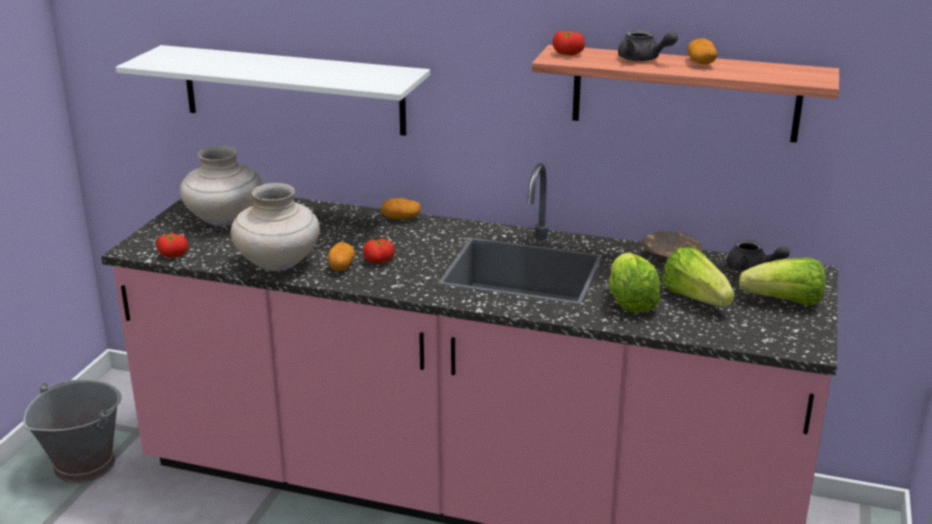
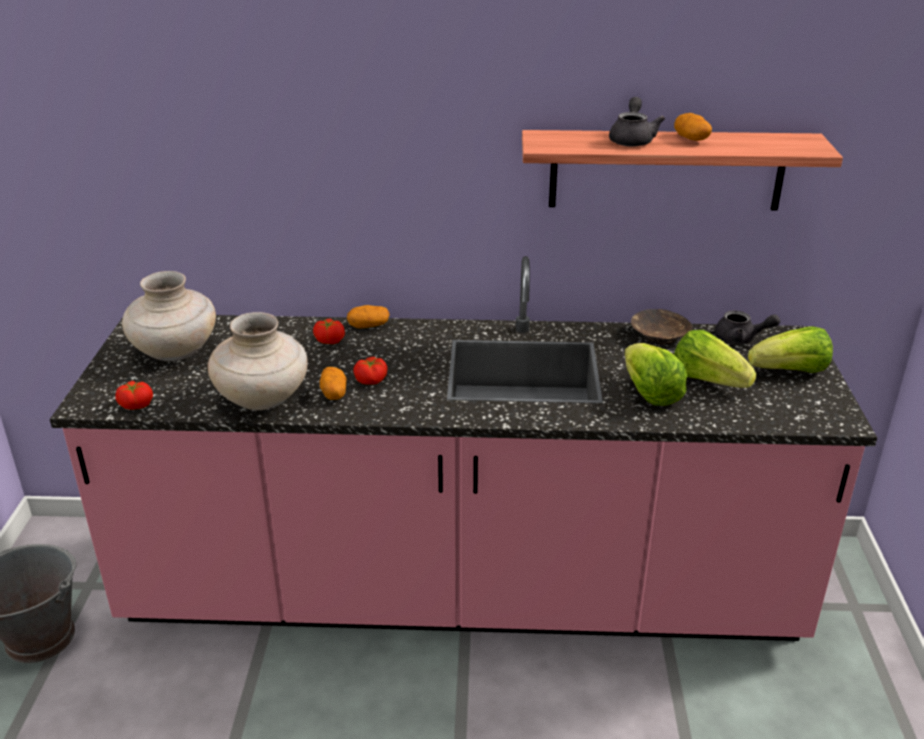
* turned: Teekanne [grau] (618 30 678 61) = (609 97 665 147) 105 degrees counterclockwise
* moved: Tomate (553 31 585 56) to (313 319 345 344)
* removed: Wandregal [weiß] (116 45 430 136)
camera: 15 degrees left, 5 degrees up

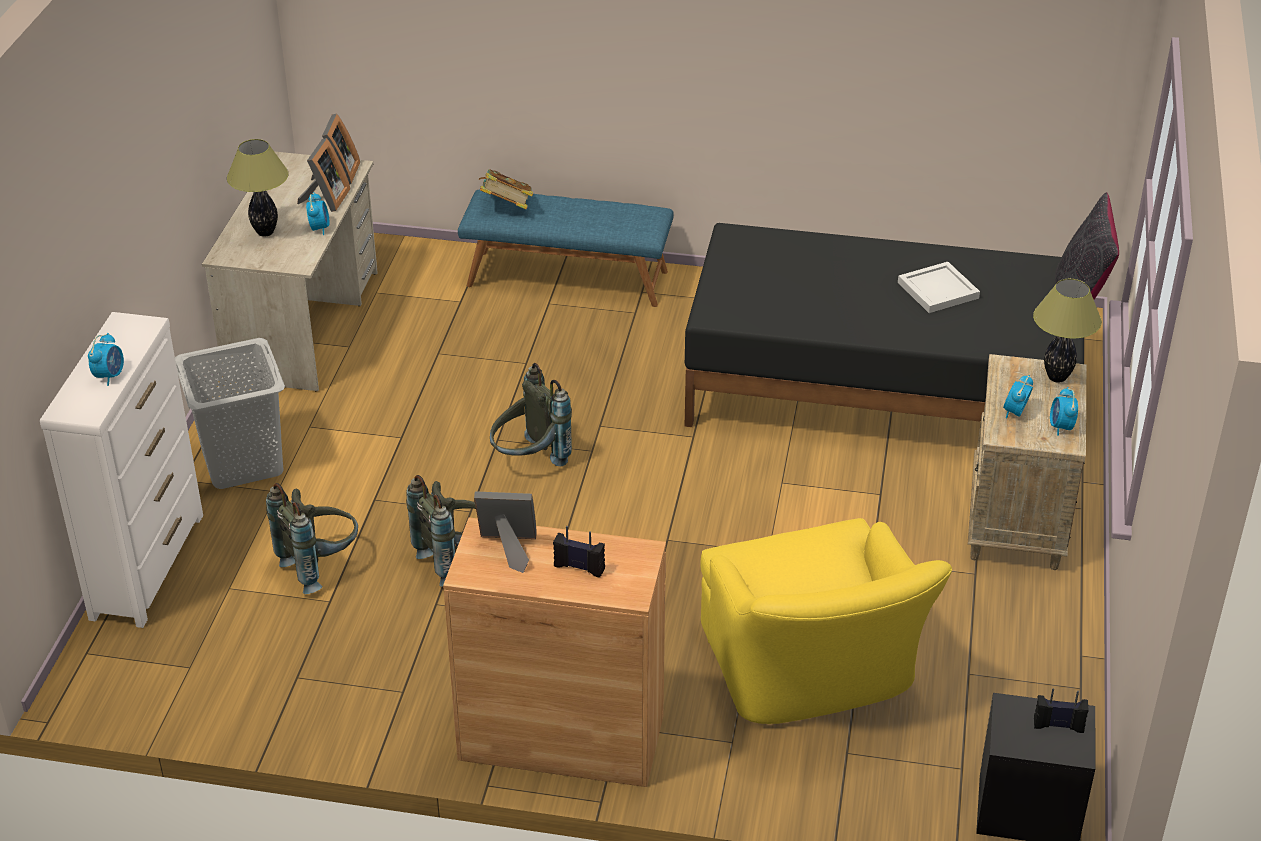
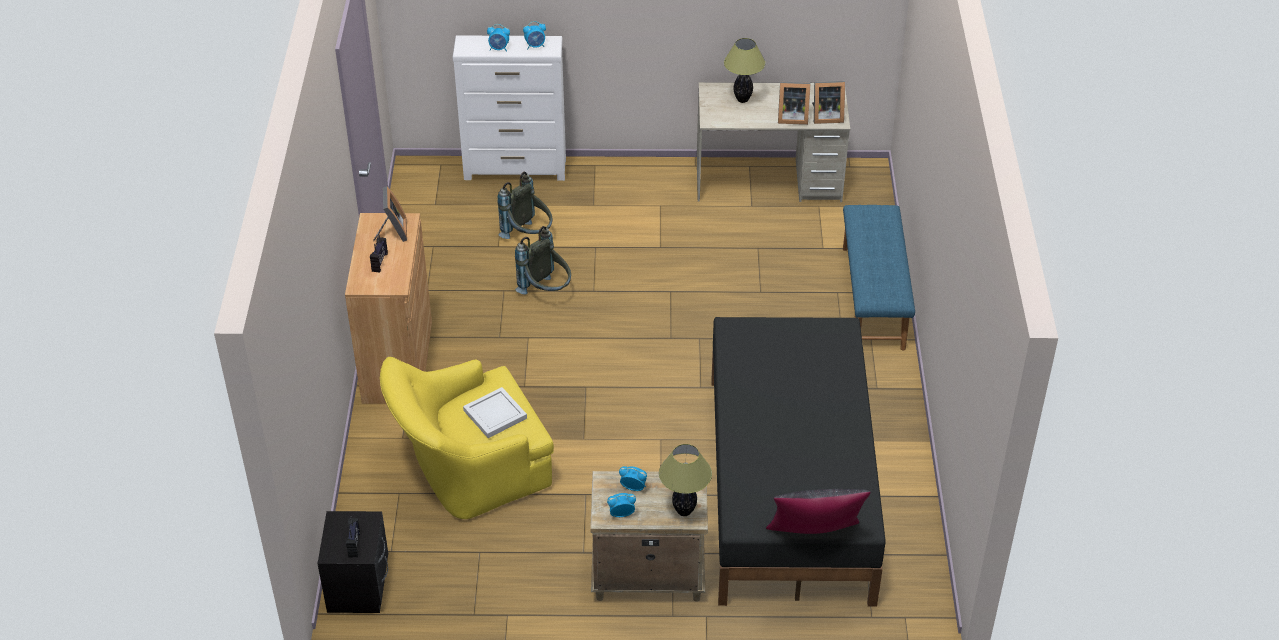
* removed: Buch (479 169 533 210)
* moved: Wecker (306 192 329 235) to (523 21 546 49)
* moved: Tablett [weiß] (898 262 980 313) to (463 387 527 438)
* removed: Wäschekorb [grau] (175 338 285 489)
* removed: Rucksack [grau] (490 363 572 466)
camera: 80 degrees right, 5 degrees up

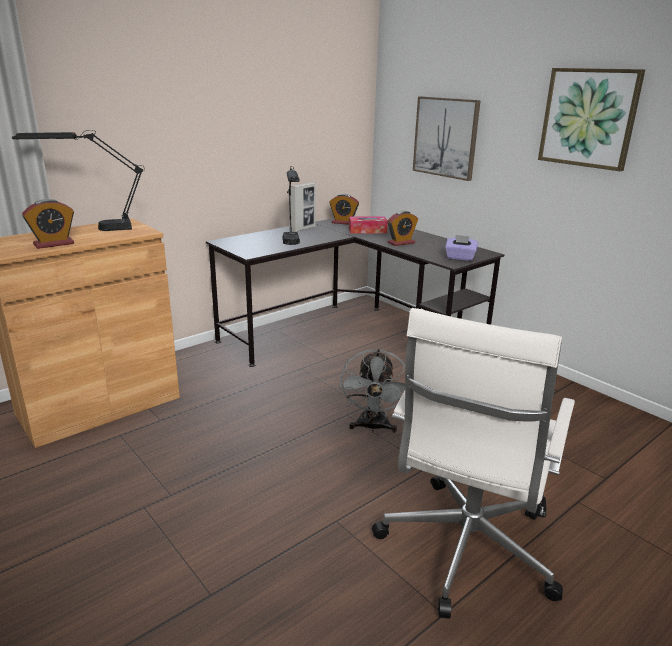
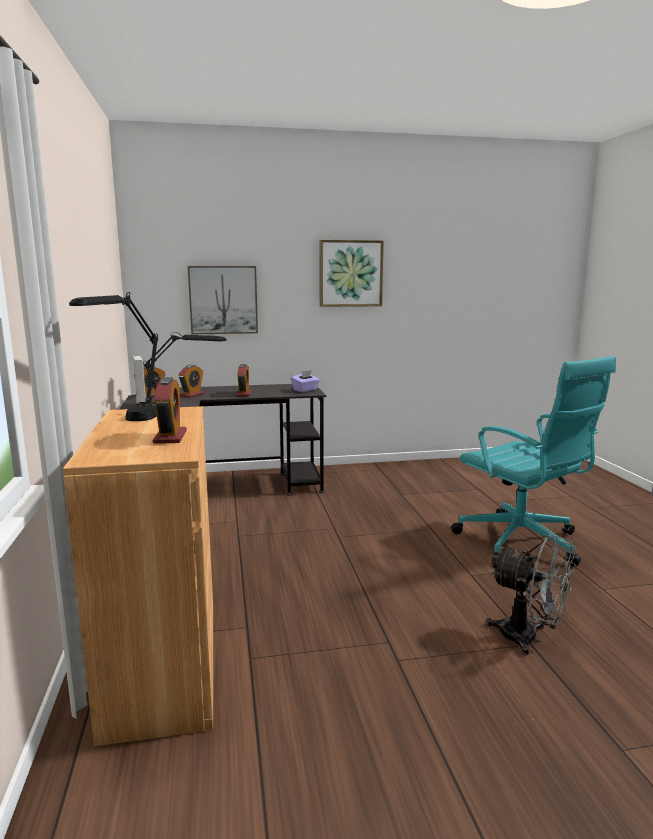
* replaced: Taschentuchbox (349 216 388 234) to Wecker (178 365 204 398)
* recoloured: Bürostuhl [weiß] (372 308 575 619) to Bürostuhl [türkis] (451 356 616 567)
* moved: Ventilator [grau] (339 349 406 433) to (486 534 576 656)
camera: 60 degrees left, 10 degrees down

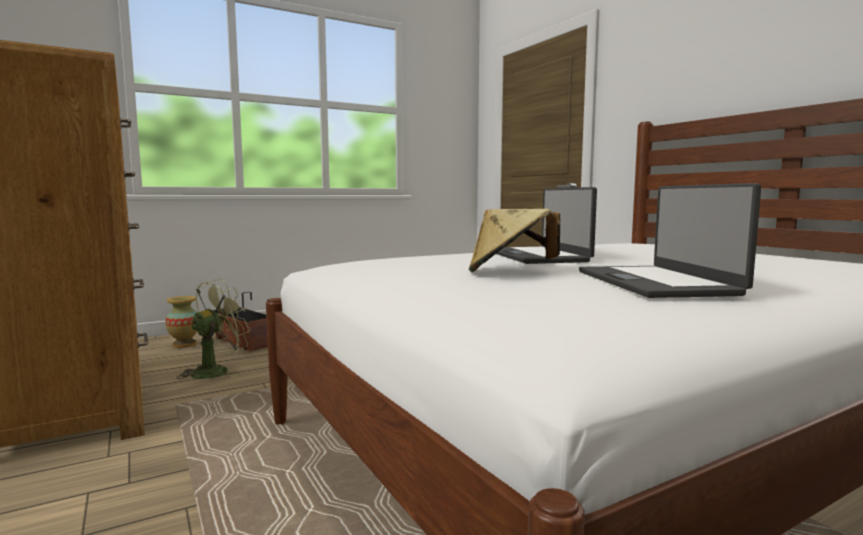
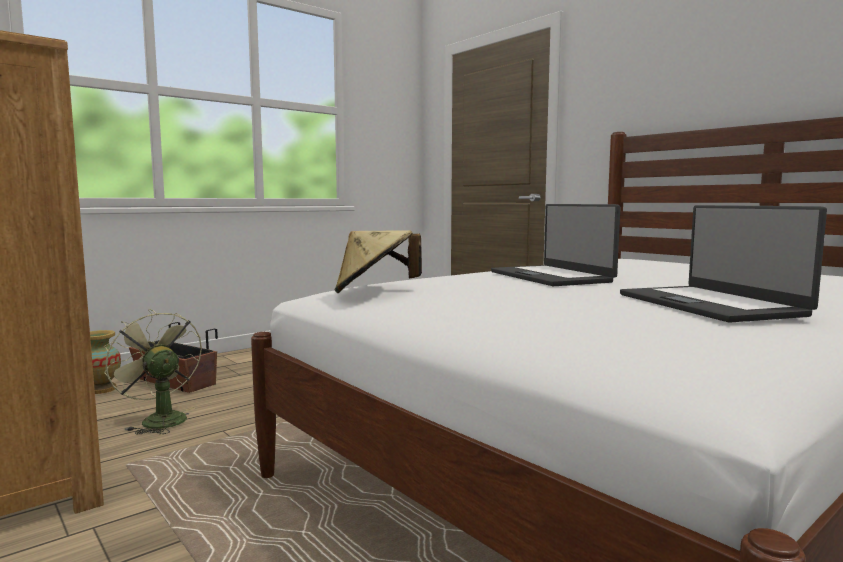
* moved: Hut [beige] (469 209 560 272) to (335 230 422 293)
* turned: Ventilator [grün] (177 278 251 379) = (103 309 202 434) 75 degrees counterclockwise
camera: 10 degrees left, 0 degrees up

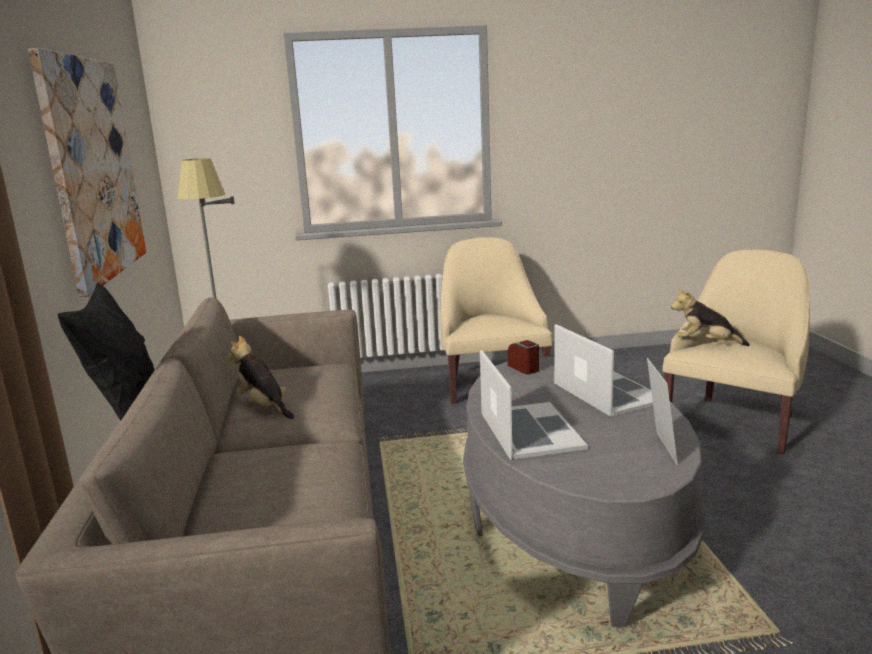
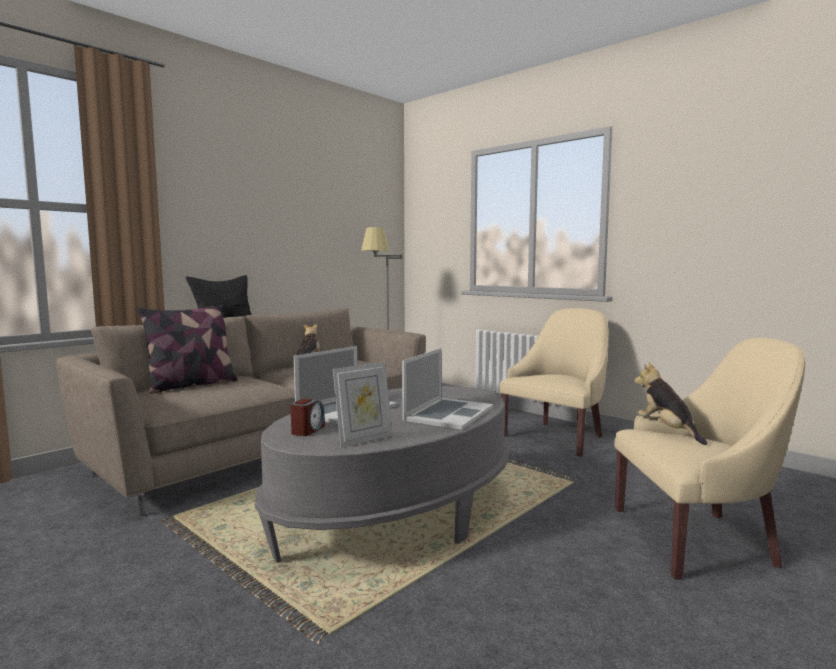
* removed: Bild (28 48 146 297)
* moved: Wecker (508 340 539 374) to (290 399 325 436)
* added: Kissen (137 305 238 394)
camera: 50 degrees right, 10 degrees down

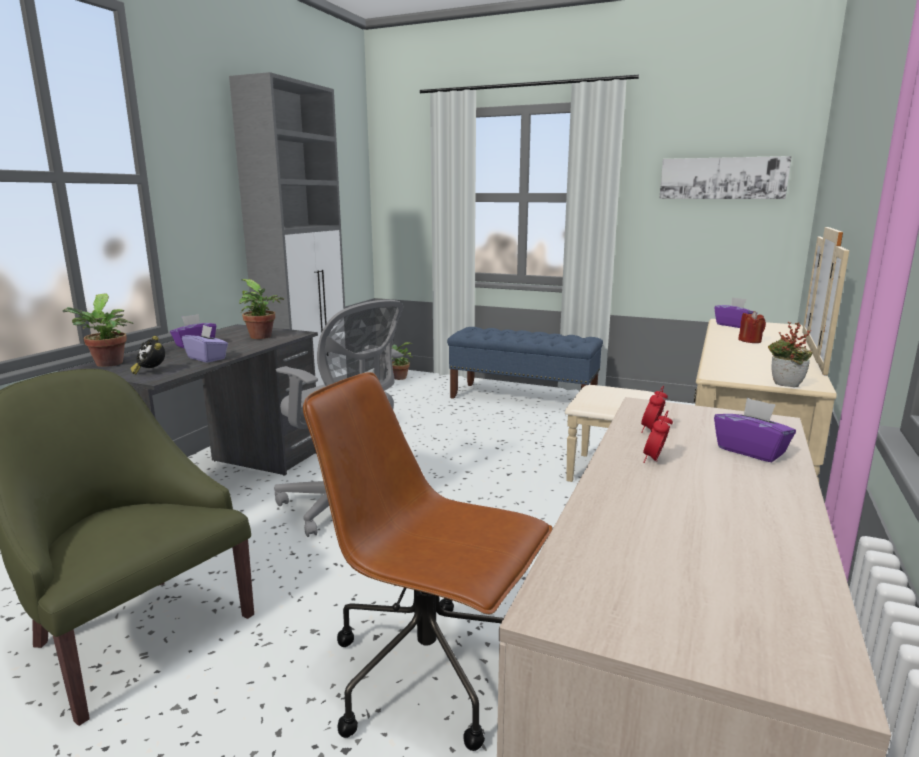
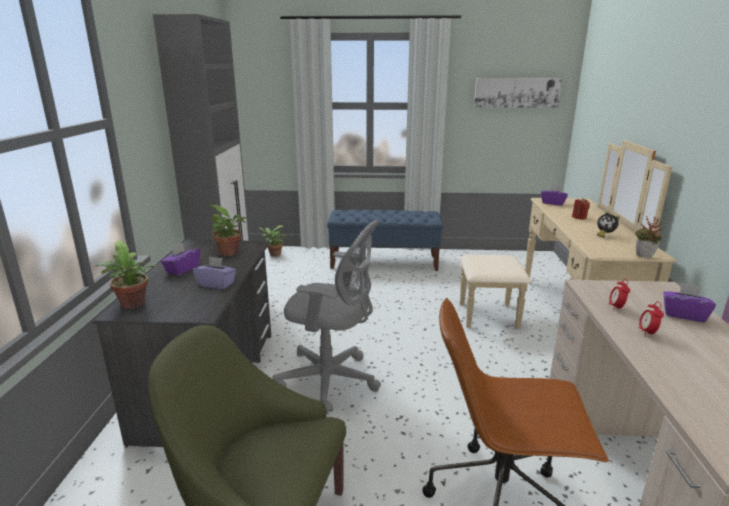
* moved: Wecker (131 336 165 374) to (597 212 620 238)
camera: 20 degrees left, 5 degrees up

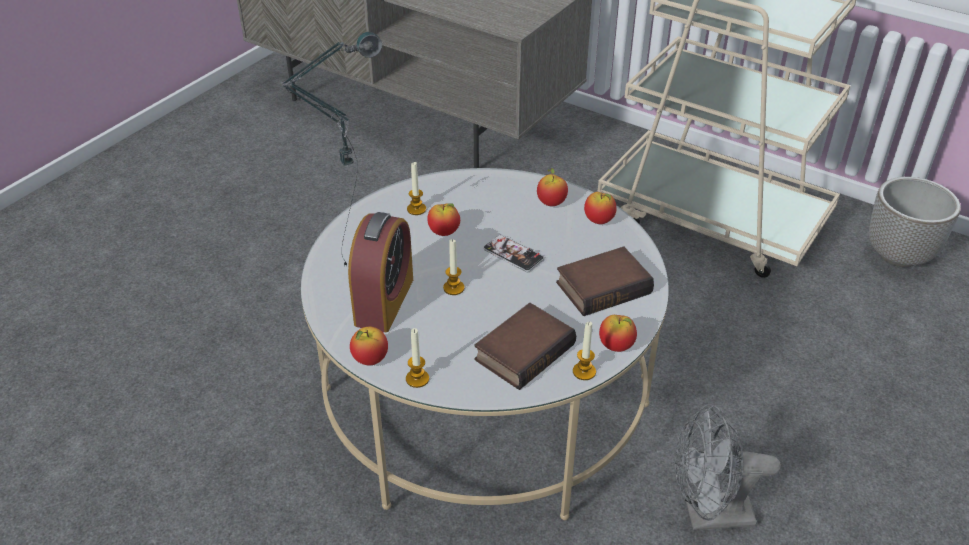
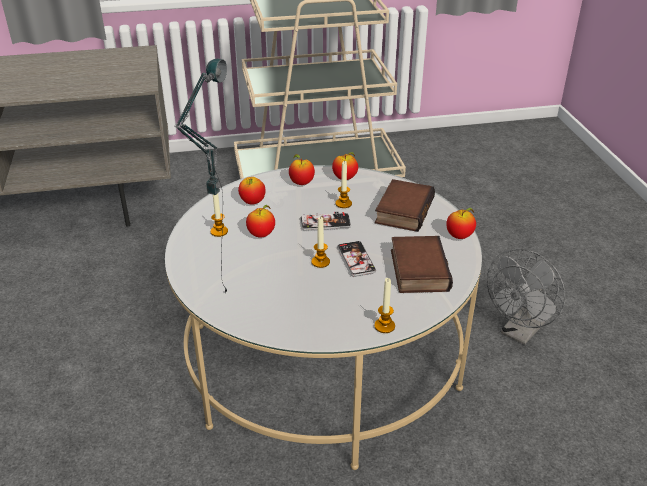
* removed: Pflanzkübel (869 177 961 267)
* removed: Wecker (348 212 413 332)
* moved: Kerze (573 322 596 380) to (335 161 352 208)
* moved: Apfel (350 327 388 365) to (238 177 266 205)
* added: Handy (337 241 376 276)
camera: 45 degrees left, 5 degrees down

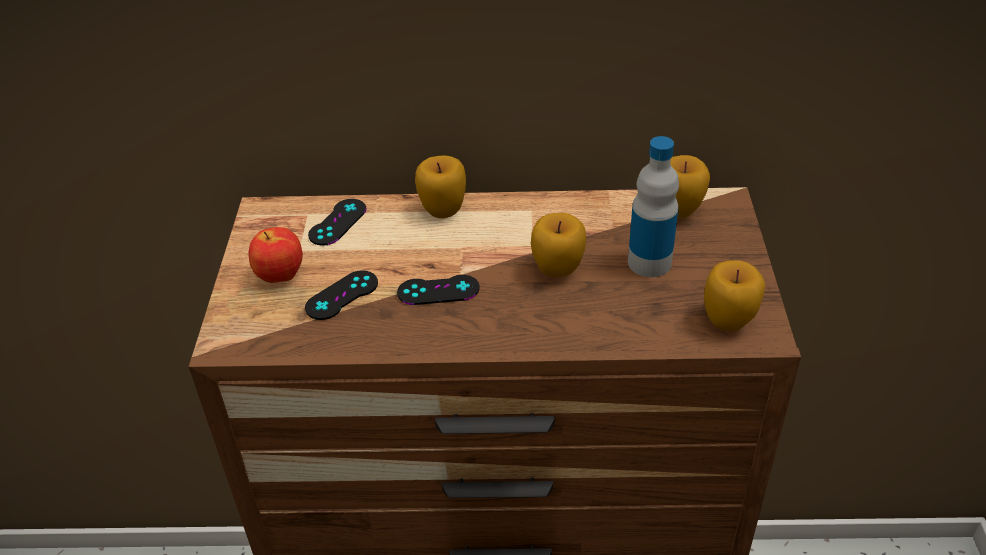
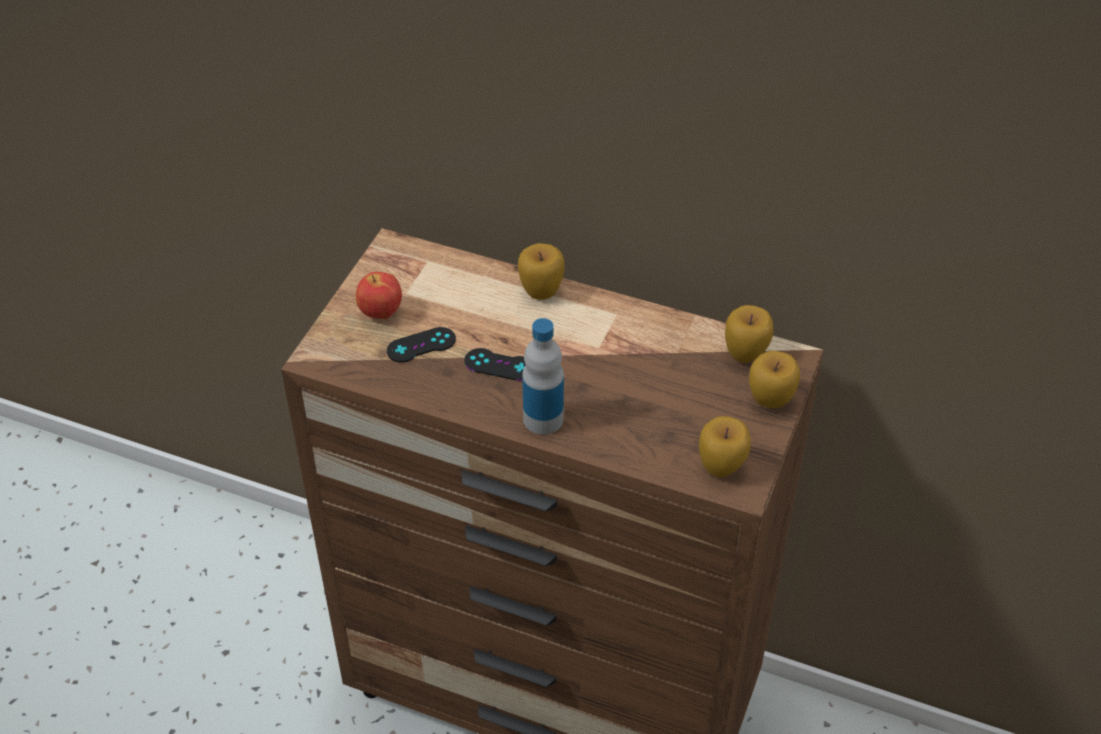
* moved: Flasche (628 136 679 277) to (522 318 564 435)
* removed: Gamepad [schwarz] (308 199 367 246)
* moved: Apfel (531 213 586 277) to (749 351 800 408)
camera: 20 degrees right, 5 degrees up

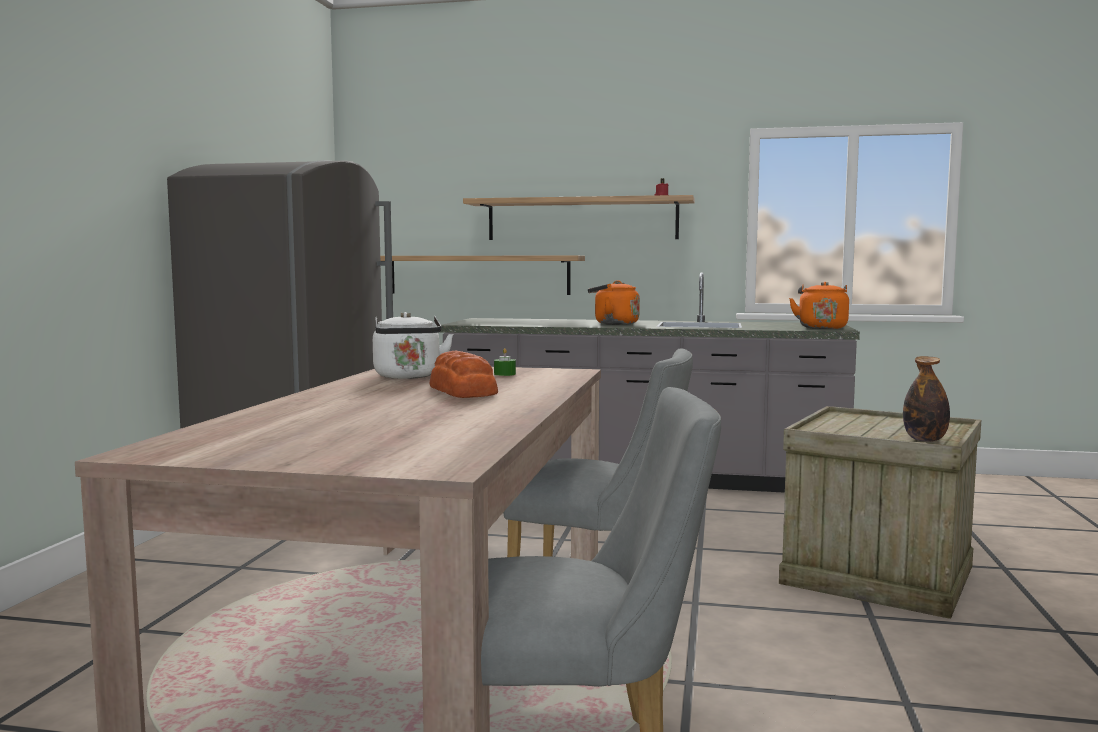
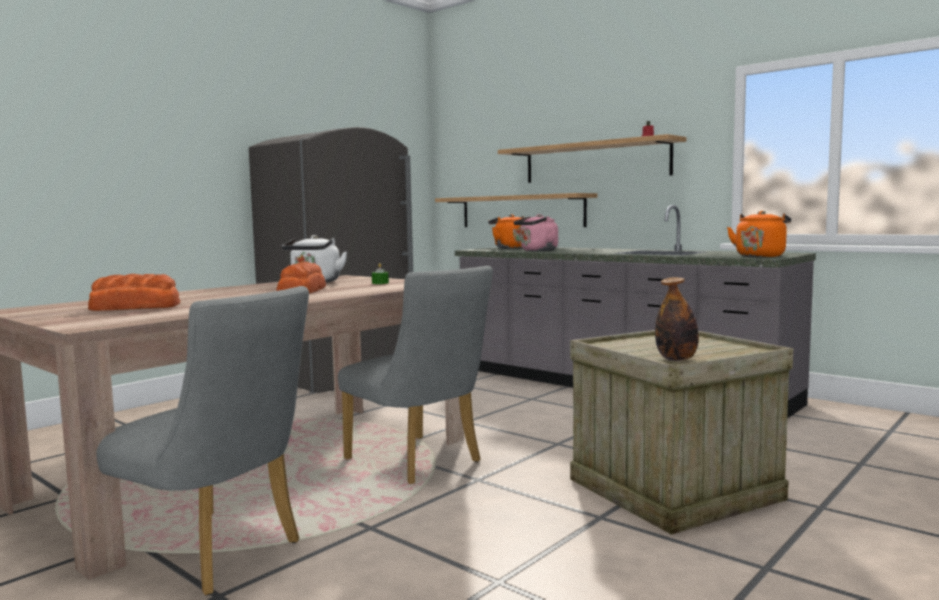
* moved: Wasserkessel [orange] (588 280 640 325) to (488 214 524 249)
* added: Wasserkessel [rosa] (514 214 558 251)
* added: Brot (88 274 180 311)
camera: 30 degrees right, 0 degrees up

